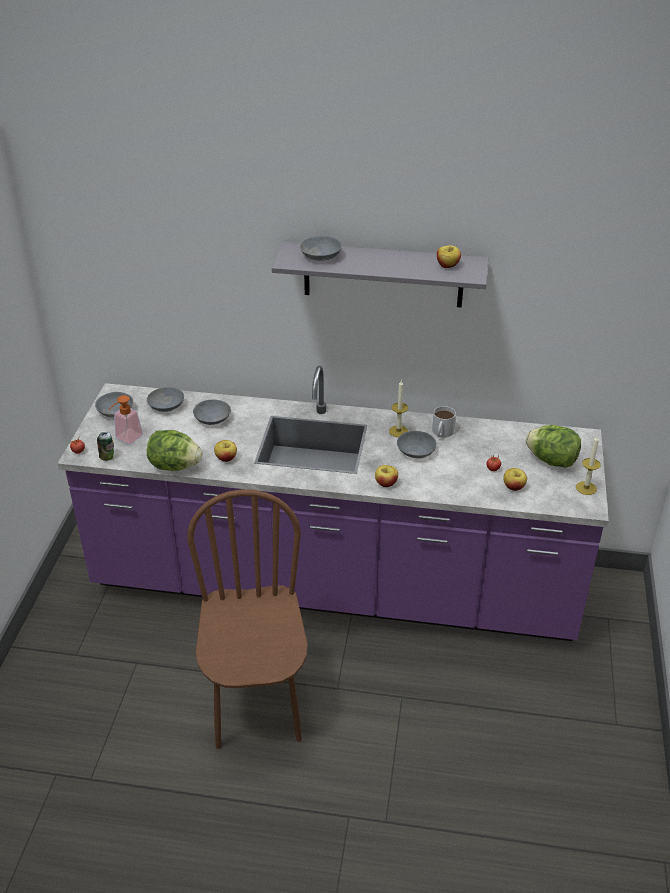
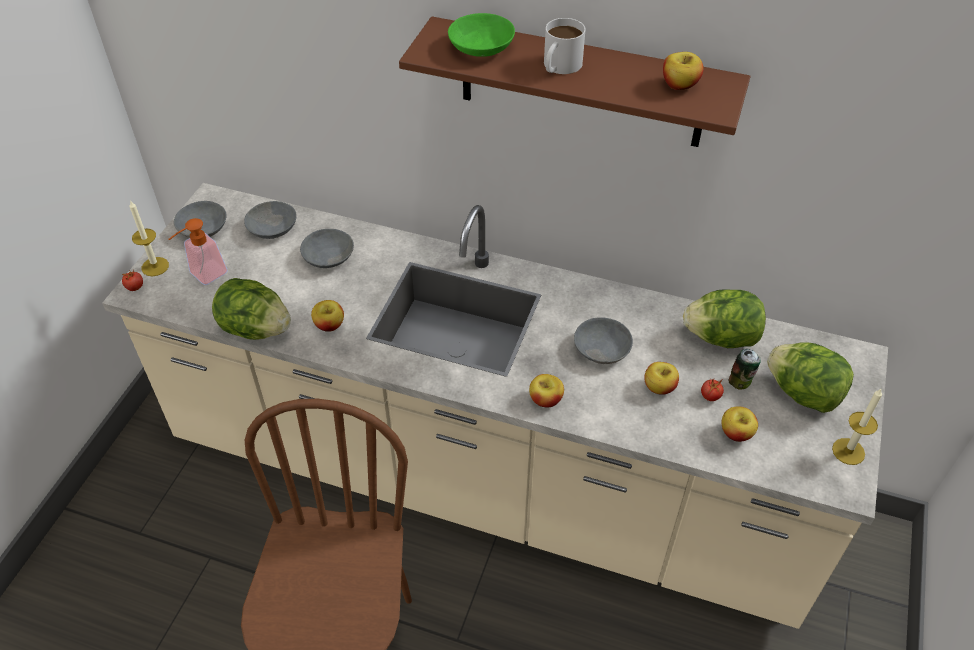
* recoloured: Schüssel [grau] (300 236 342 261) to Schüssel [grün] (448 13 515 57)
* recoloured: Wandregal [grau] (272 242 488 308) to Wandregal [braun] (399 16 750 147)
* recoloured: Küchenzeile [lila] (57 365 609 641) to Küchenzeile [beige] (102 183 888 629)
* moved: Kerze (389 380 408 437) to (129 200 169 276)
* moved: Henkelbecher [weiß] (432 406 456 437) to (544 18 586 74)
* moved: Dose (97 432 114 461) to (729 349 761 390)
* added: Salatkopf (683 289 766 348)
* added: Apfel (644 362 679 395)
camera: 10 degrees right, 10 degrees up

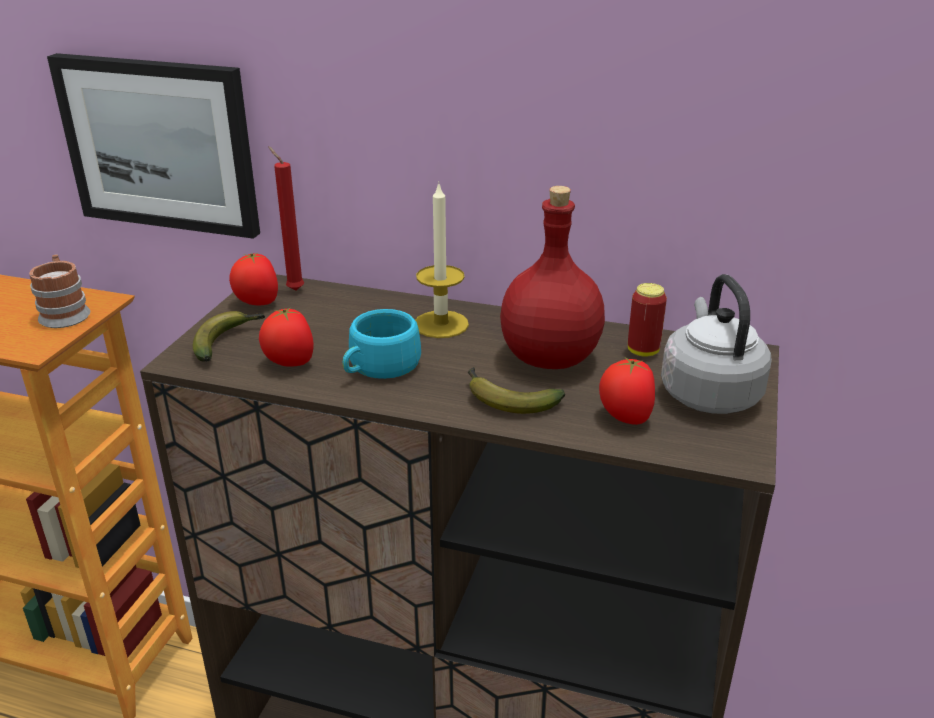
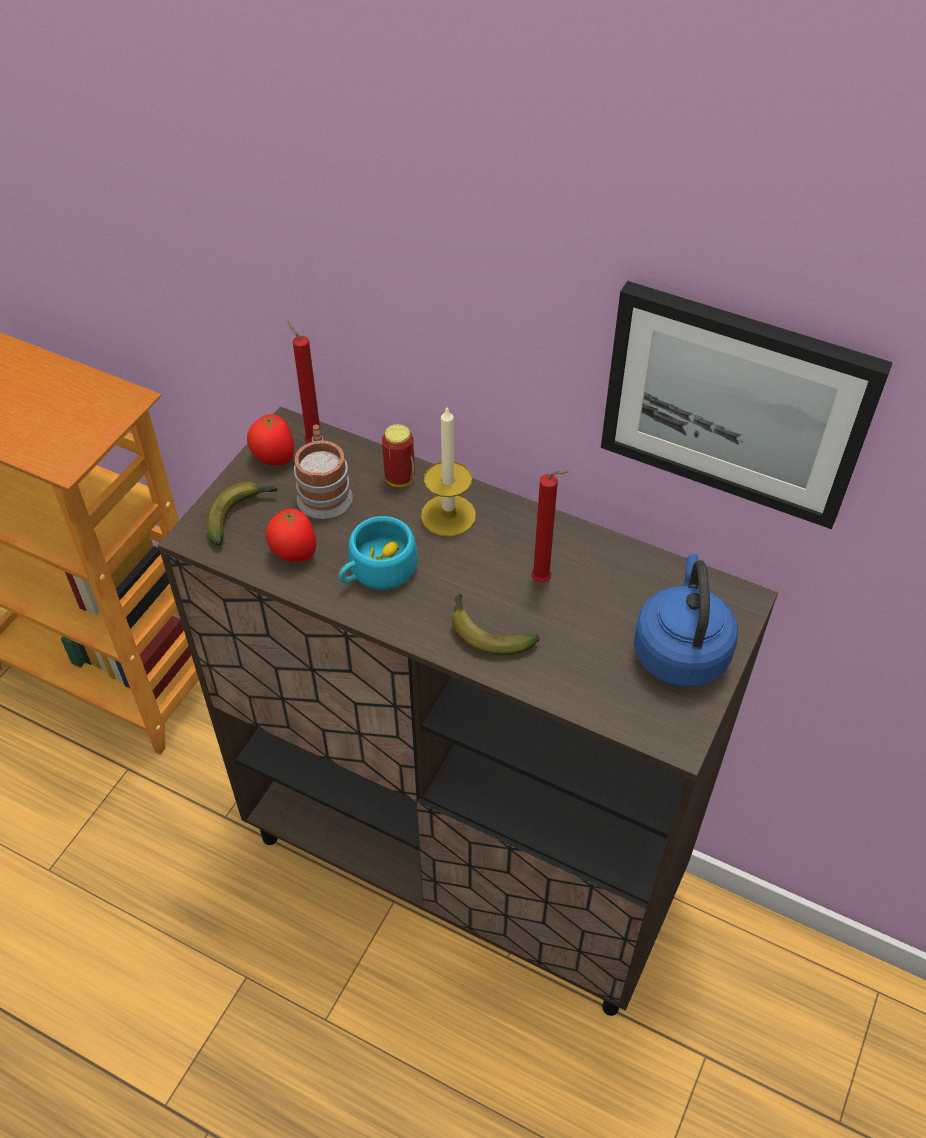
* moved: Bild (47 53 260 239) to (601 281 893 529)
* replaced: Flasche [rot] (500 186 605 369) to Kerze [rot] (531 471 568 583)
* moved: Henkelbecher (29 254 90 328) to (294 425 353 519)
* recoloured: Wasserkessel [grau] (661 274 772 414) to Wasserkessel [blau] (634 554 738 687)
* moved: Dose (628 283 667 357) to (382 424 415 487)
* removed: Tomate (599 357 655 425)
camera: 10 degrees right, 20 degrees up

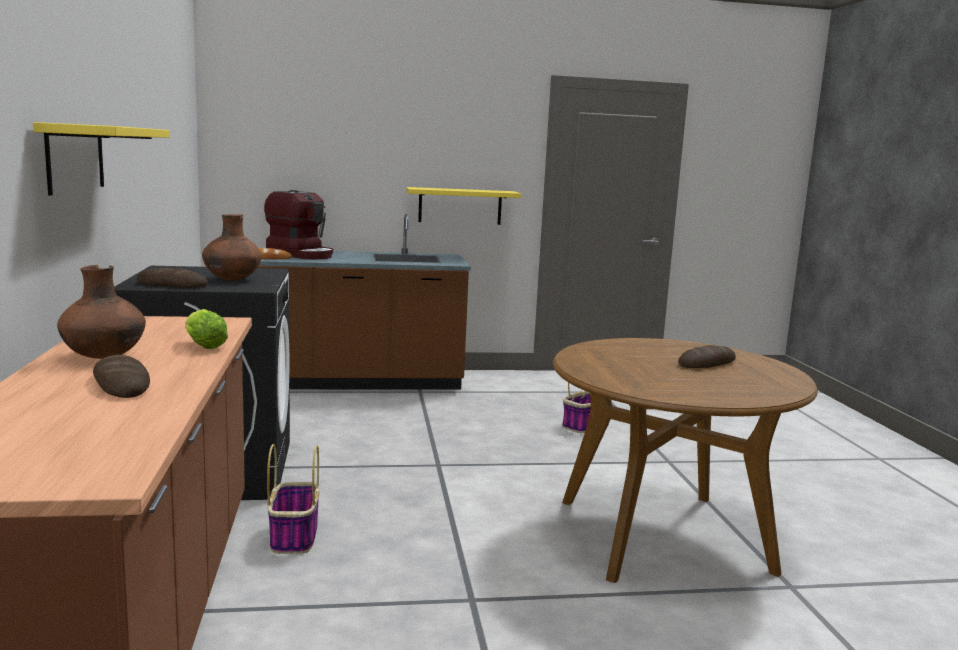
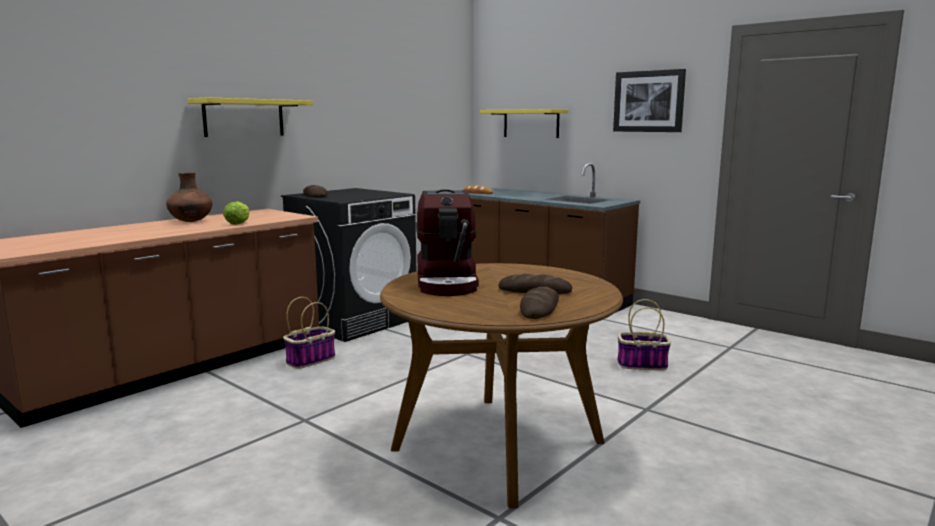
* moved: Wandregal [gelb] (406 187 521 225) to (480 109 569 138)
* moved: Kaffeemaschine (264 190 333 259) to (416 189 479 296)
* removed: Vase [braun] (202 214 262 280)
* moved: Brot (93 355 150 398) to (520 286 559 319)
* added: Bild (613 69 686 132)
camera: 50 degrees right, 0 degrees up

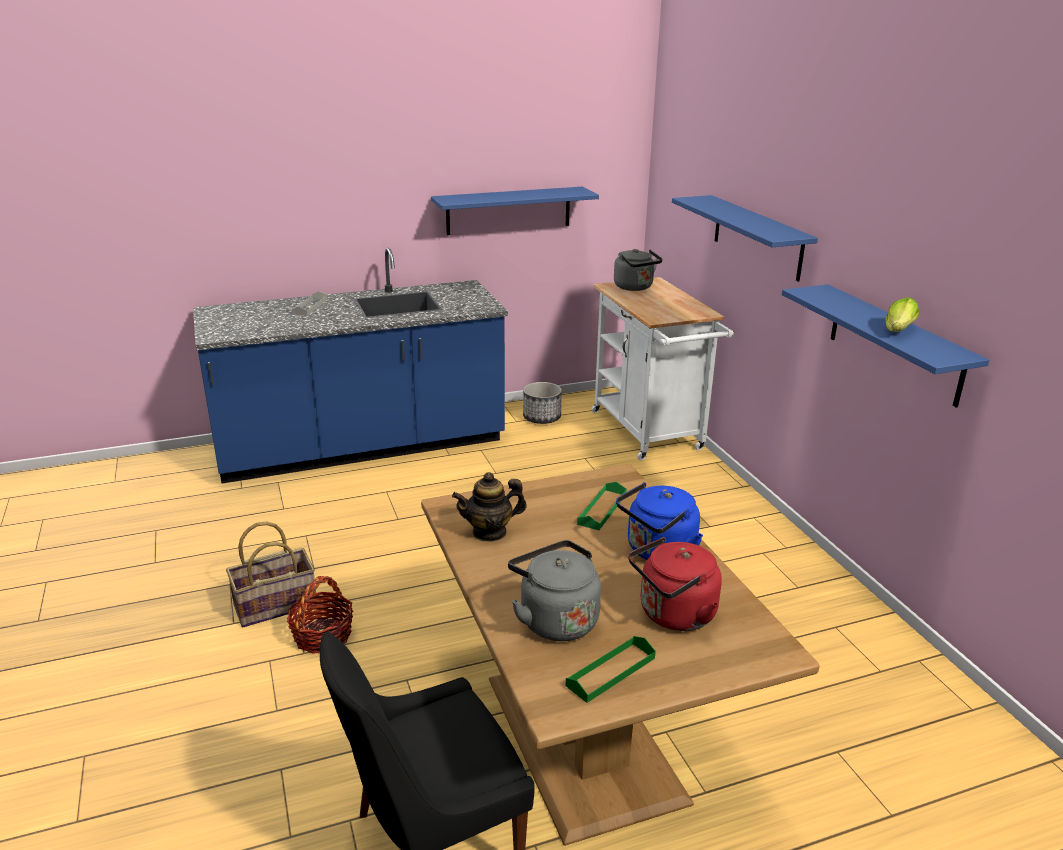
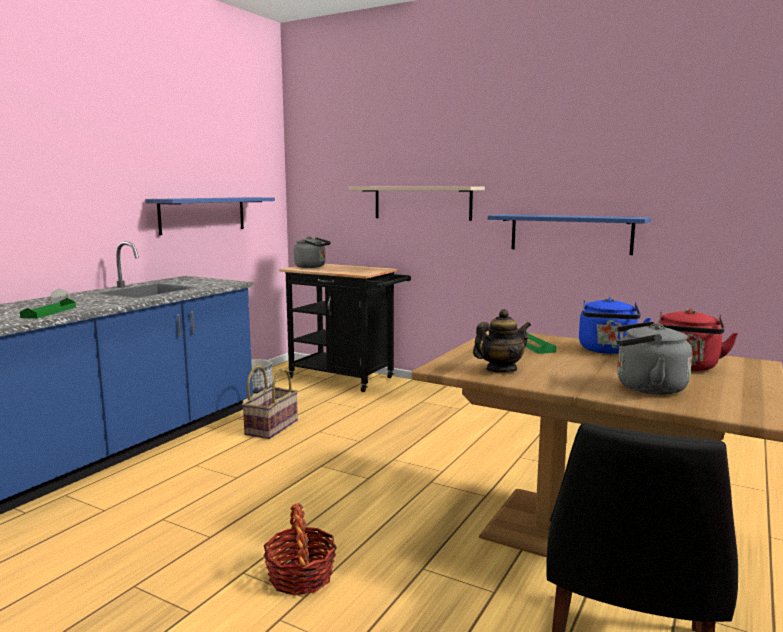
* recoloured: Wandregal [blau] (672 195 818 281) to Wandregal [beige] (348 186 485 221)
* recoloured: Rollwagen [weiß] (591 277 734 460) to Rollwagen [schwarz] (279 264 411 392)
* removed: Salatkopf (886 297 919 332)
* turned: Teekanne (452 472 527 542) = (473 309 531 373) 150 degrees counterclockwise
* moved: Korb (226 521 316 627) to (242 365 298 439)
* moved: Tablett [grün] (566 636 656 703) to (20 298 76 319)
camera: 40 degrees left, 15 degrees down

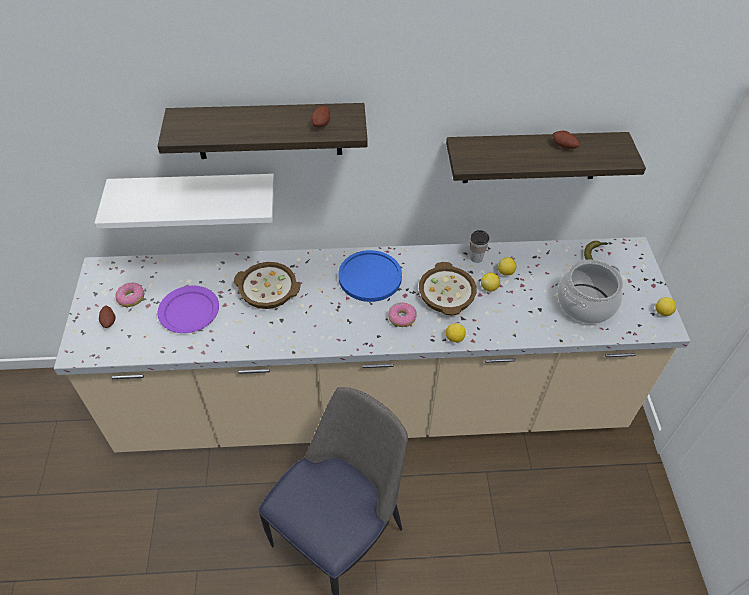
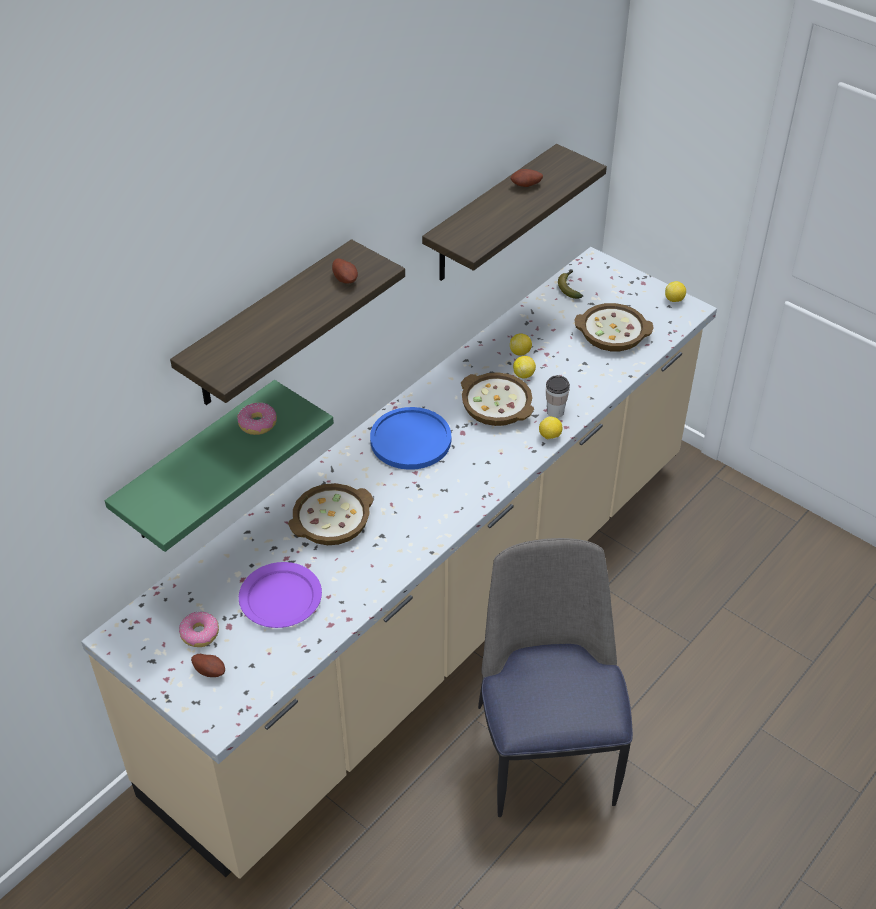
* recoloured: Wandregal [weiß] (95 174 275 229) to Wandregal [grün] (105 380 334 552)
* moved: Tasse (470 230 489 263) to (546 375 570 418)
* replaced: Kochtopf (557 260 623 324) to Schüssel (574 303 654 351)
* moved: Donut (388 302 417 327) to (237 403 277 435)
camera: 45 degrees left, 5 degrees down

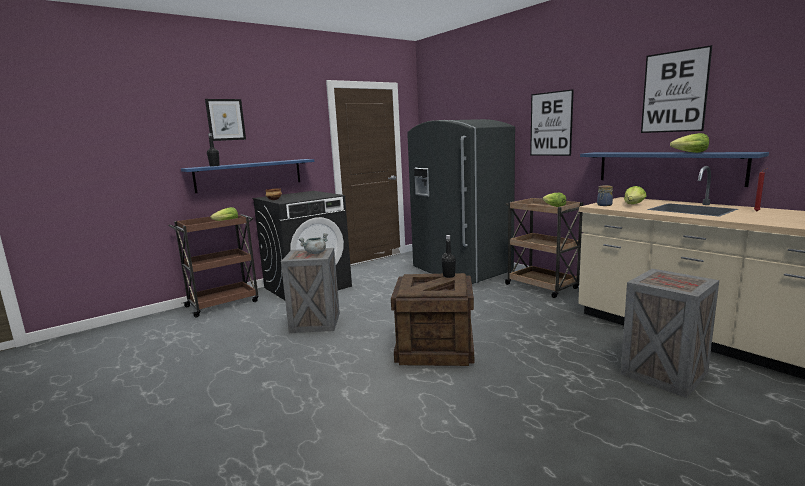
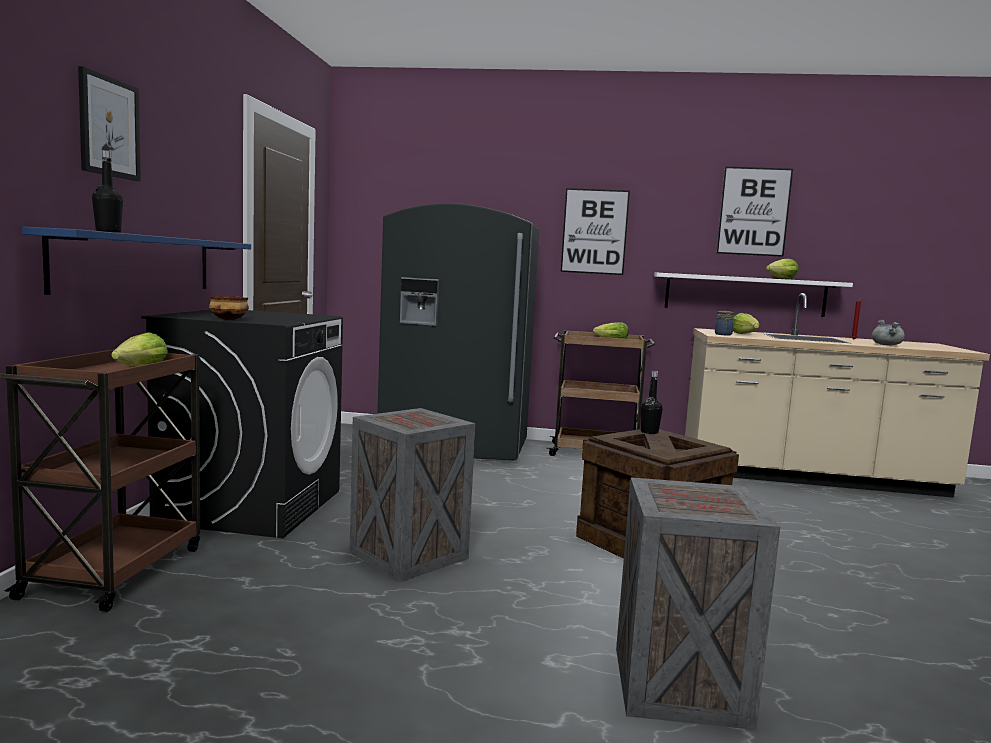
* recoloured: Wandregal [blau] (580 152 769 187) to Wandregal [weiß] (654 273 853 317)
* moved: Kochtopf [grau] (298 233 328 254) to (872 320 905 345)
* moved: Kiste (621 269 719 398) to (616 477 780 730)
camera: 45 degrees left, 5 degrees down

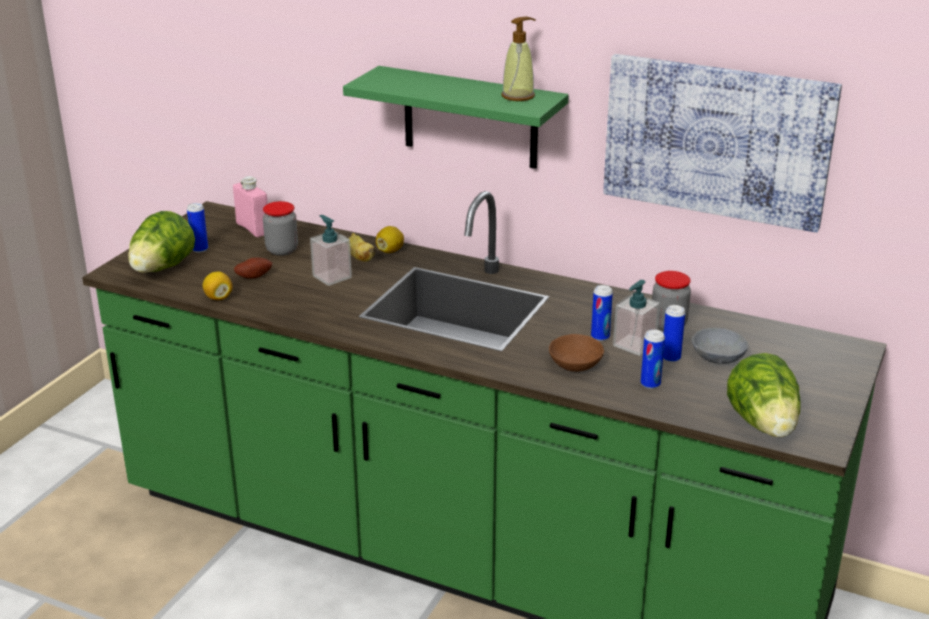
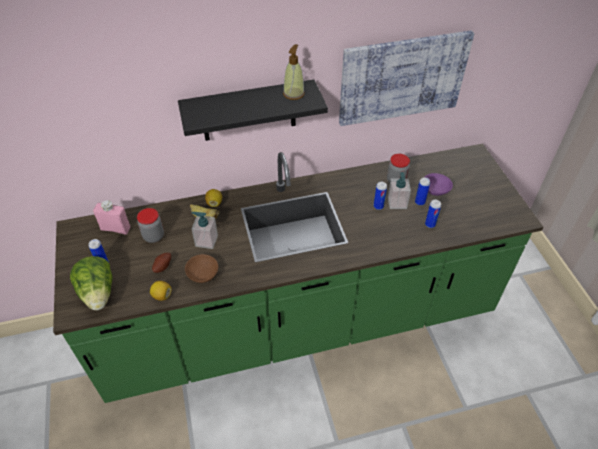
* recoloured: Wandregal [grün] (343 66 569 169) to Wandregal [schwarz] (178 79 328 141)
* recoloured: Schüssel [grau] (692 328 748 364) to Schüssel [lila] (425 173 453 196)
* moved: Schüssel [braun] (549 334 604 372) to (185 254 218 283)
* removed: Salatkopf (727 353 800 437)
camera: 40 degrees left, 20 degrees up

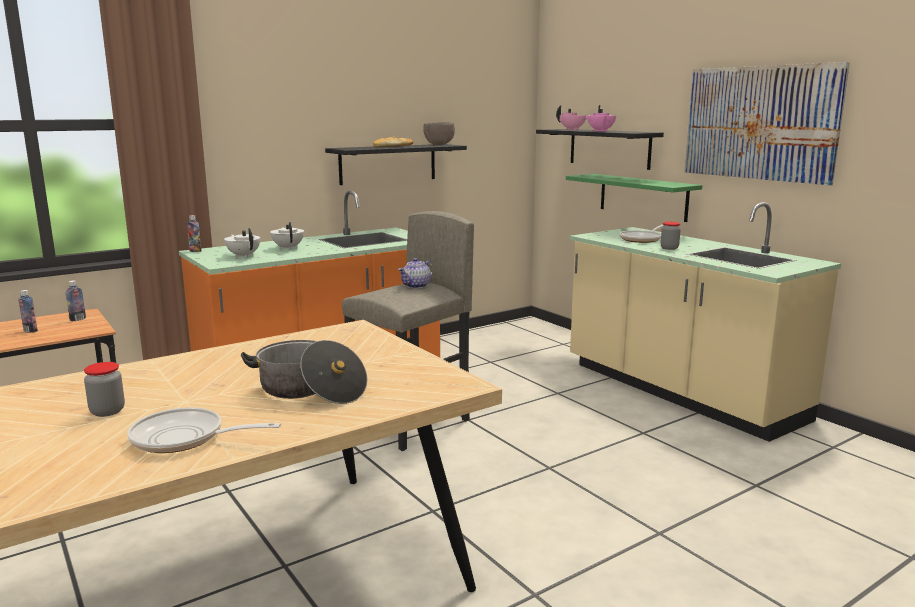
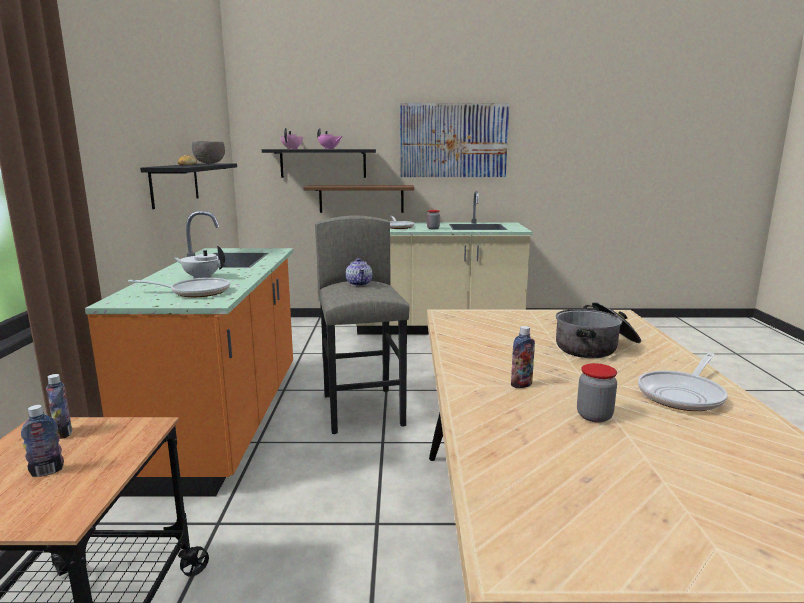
* recoloured: Wandregal [grün] (566 174 703 222) to Wandregal [braun] (303 185 414 213)
* moved: Flasche (187 215 201 252) to (511 326 535 388)
* replaced: Teekanne [weiß] (224 228 260 258) to Pfanne (128 278 230 297)
camera: 55 degrees left, 0 degrees up

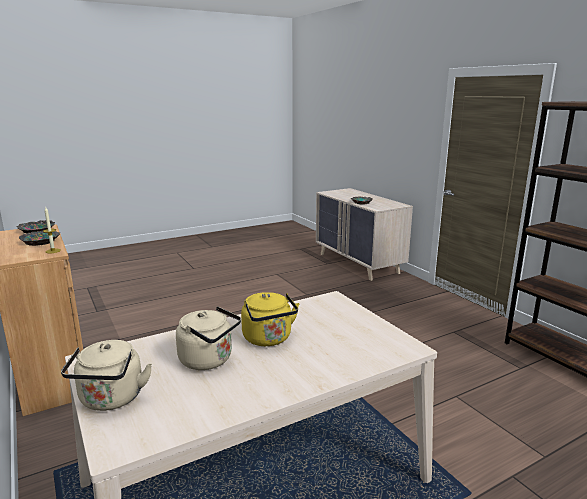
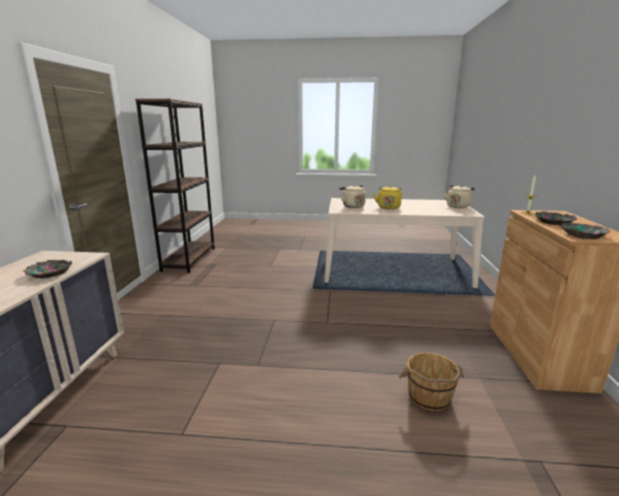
* moved: Wasserkessel [beige] (176 306 241 370) to (339 185 366 208)
* added: Eimer [braun] (399 353 464 411)
camera: 145 degrees left, 0 degrees up

